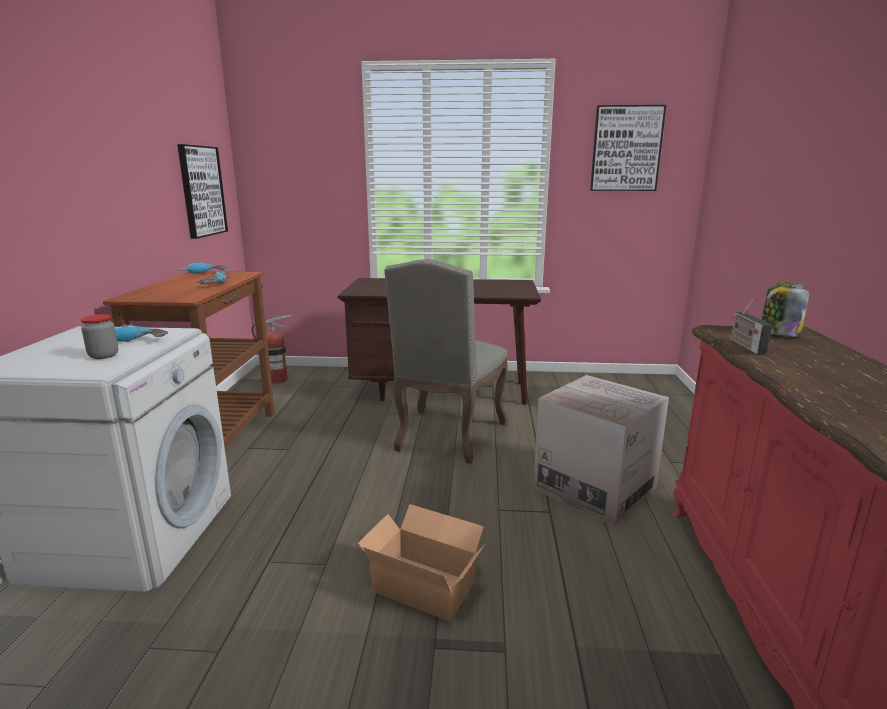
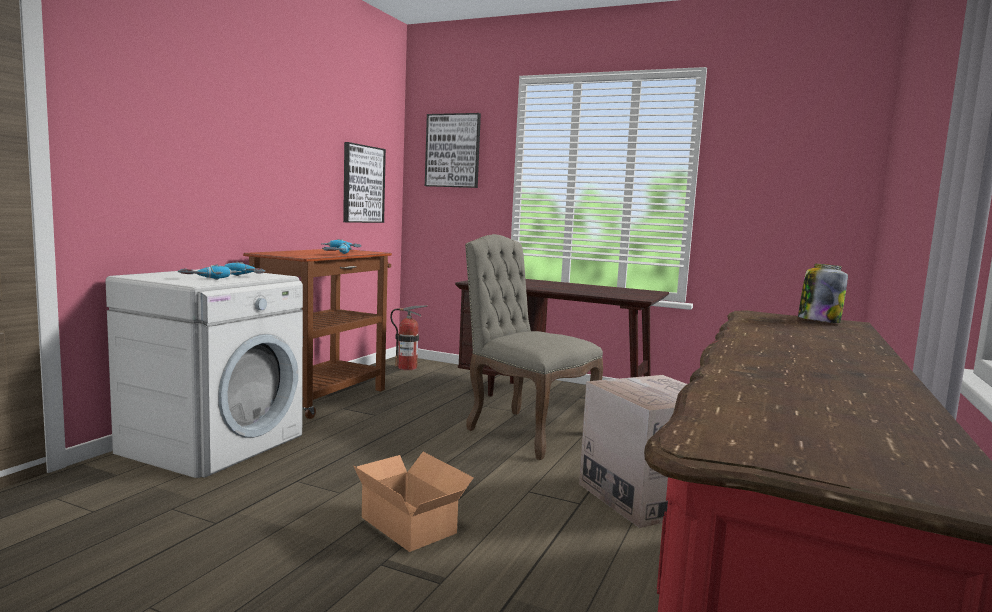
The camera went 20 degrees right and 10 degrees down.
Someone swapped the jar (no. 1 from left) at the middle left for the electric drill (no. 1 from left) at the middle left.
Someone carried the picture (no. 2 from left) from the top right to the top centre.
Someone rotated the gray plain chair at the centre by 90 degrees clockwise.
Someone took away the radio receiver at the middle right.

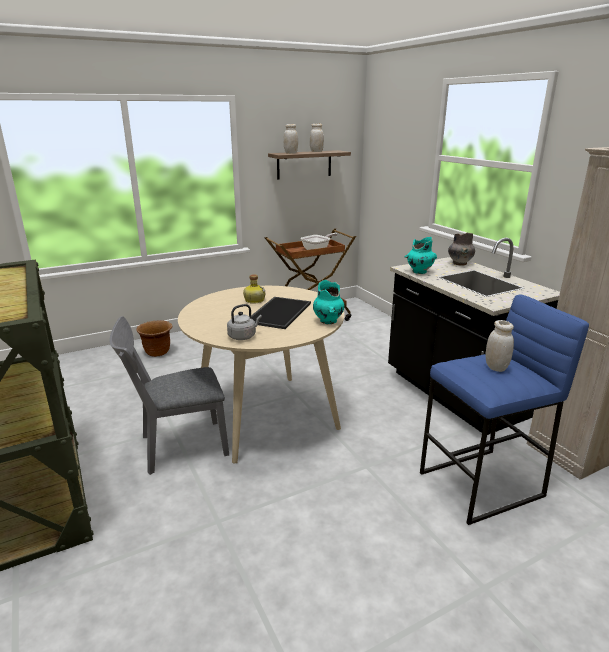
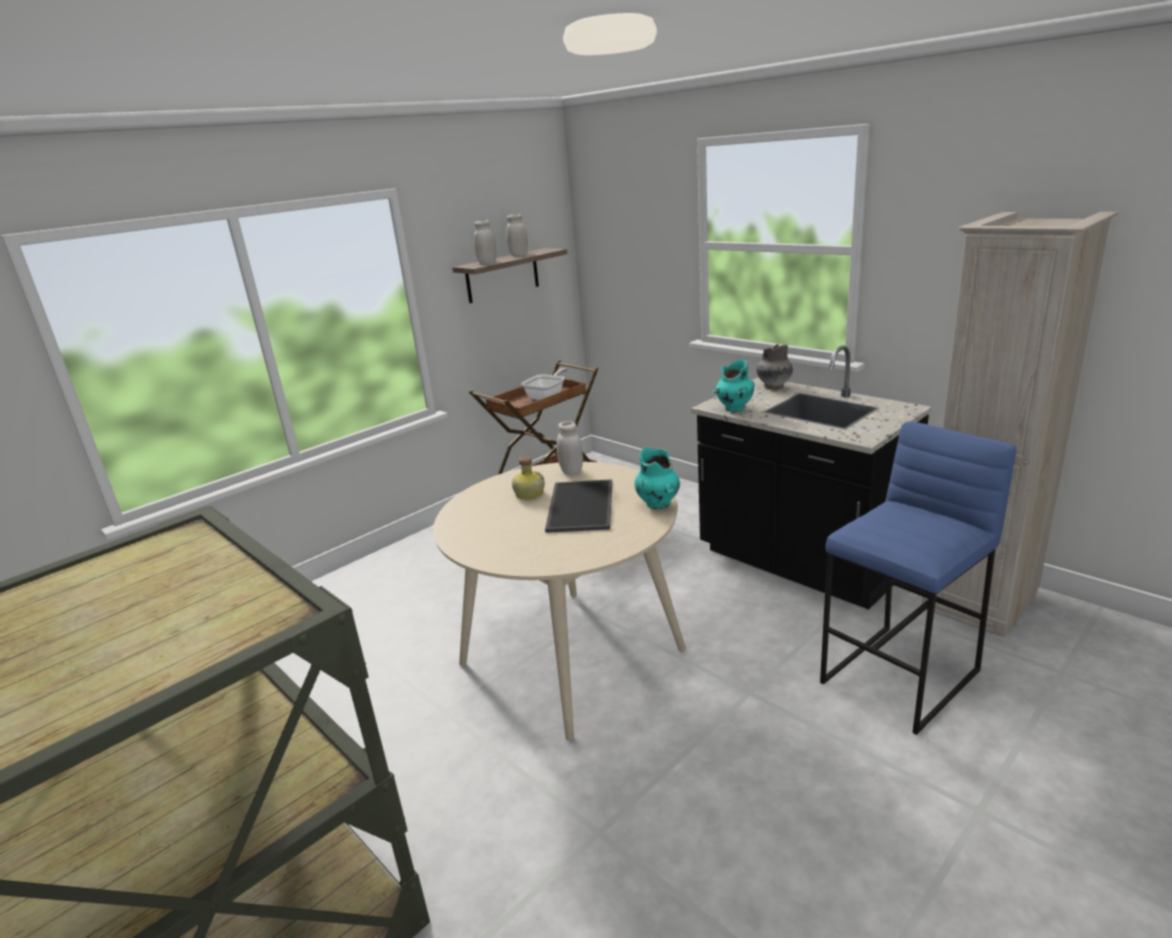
The camera went 15 degrees left and 0 degrees up.
Someone carried the whitish jar (no. 3 from left) from the middle right to the centre.
Someone took away the gray plain chair at the middle left.
Someone took away the brown plant pot at the middle left.
Someone took away the gray water kettle at the centre.

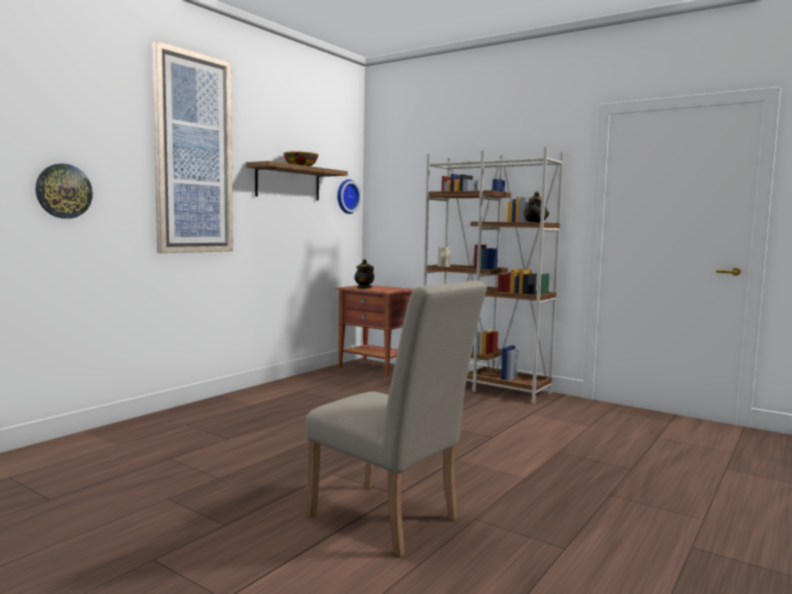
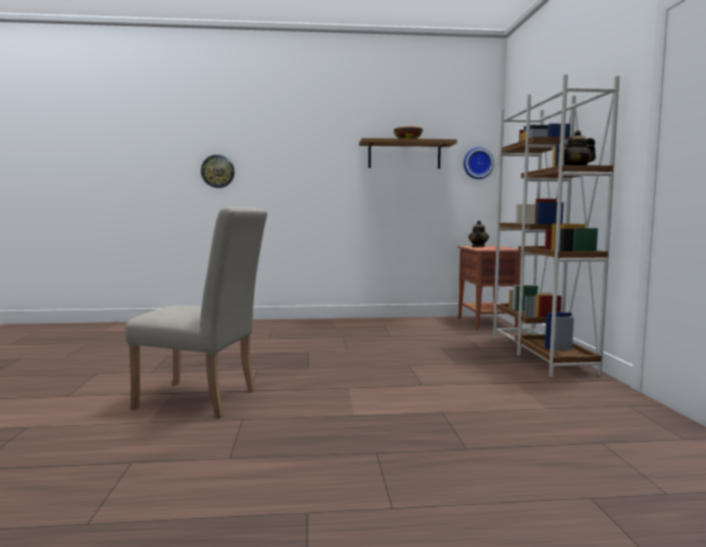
The camera went 50 degrees right and 0 degrees up.
Someone rotated the beige-coloured plain chair at the bottom centre by 75 degrees counterclockwise.
Someone took away the picture at the top left.

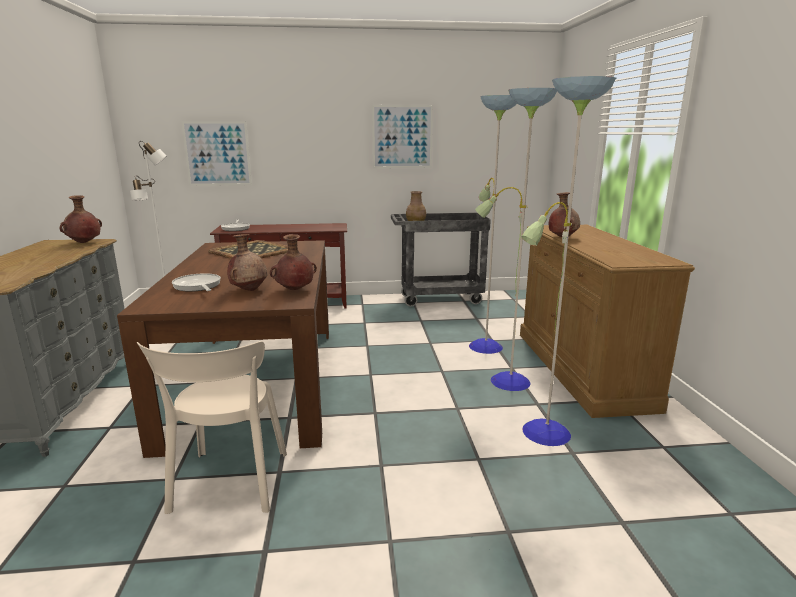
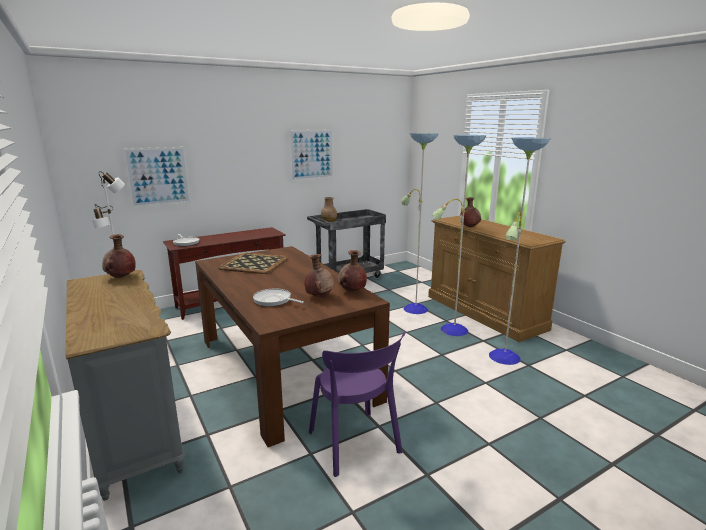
The camera went 25 degrees left and 0 degrees up.
Someone repainted the beige-coloured plain chair at the bottom left, which became the purplish plain chair at the bottom centre.

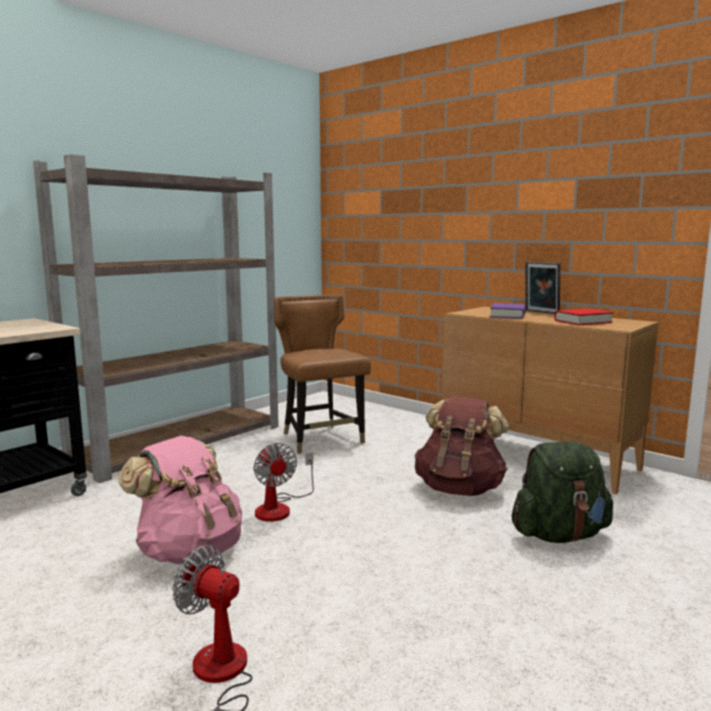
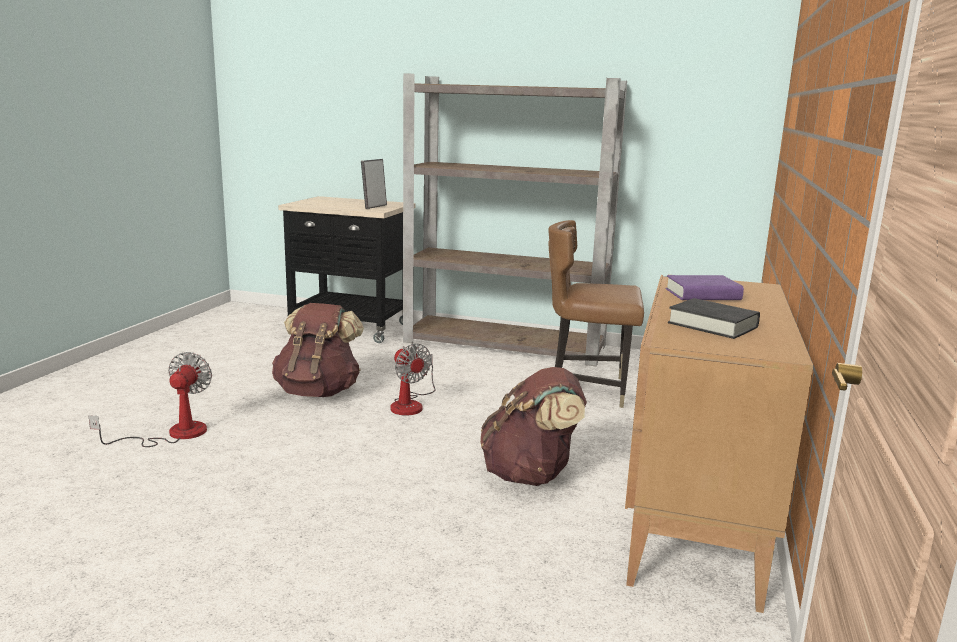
The camera went 65 degrees right and 5 degrees up.
Someone repainted the pink knapsack at the bottom left, which became the brown knapsack (no. 1 from left) at the middle left.
Someone carried the picture frame from the middle right to the top centre.
Someone rotated the electric fan (no. 2 from left) at the bottom centre by 75 degrees counterclockwise.
Someone rotated the brown plain chair at the centre by 120 degrees counterclockwise.
Someone repainted the red-coloured bound book at the middle right, which became the black bound book at the middle right.
Someone took away the greenish knapsack at the bottom right.

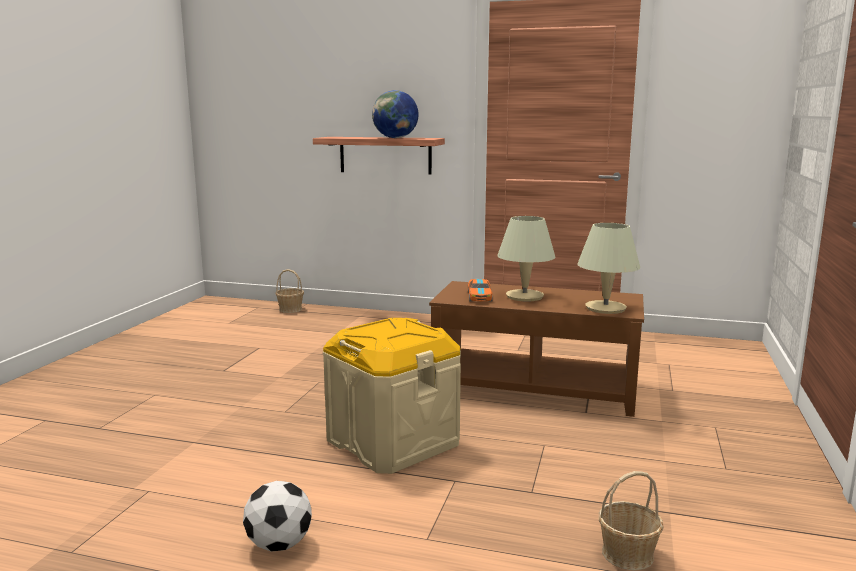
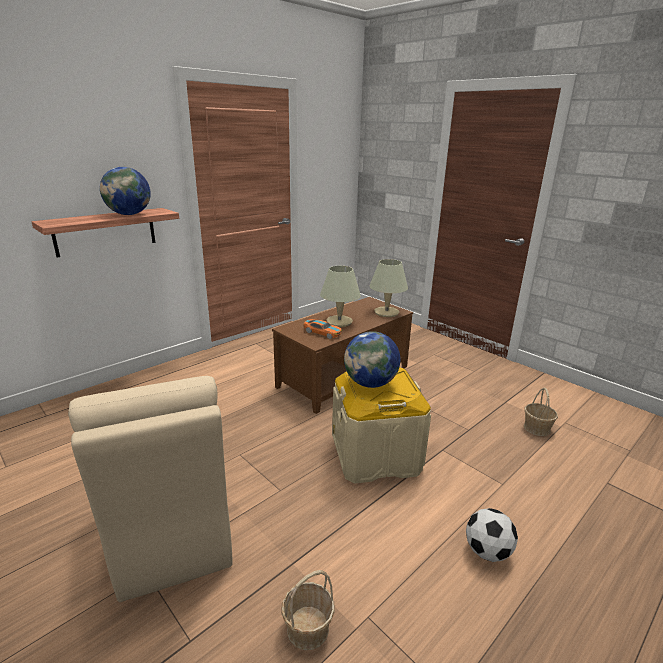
The camera went 60 degrees left and 10 degrees up.
Someone put down the beige-coloured plain chair at the bottom left.
Someone carried the storage basket (no. 1 from left) from the centre to the bottom centre.
Someone put down the world globe (no. 2 from left) at the centre.

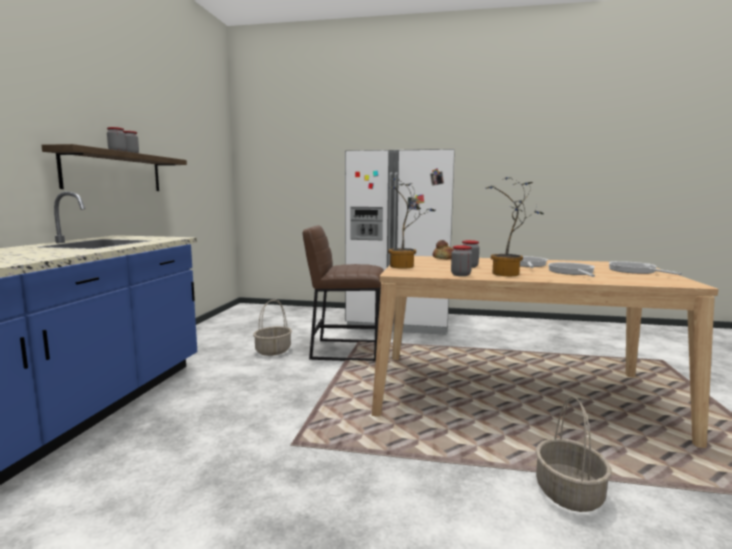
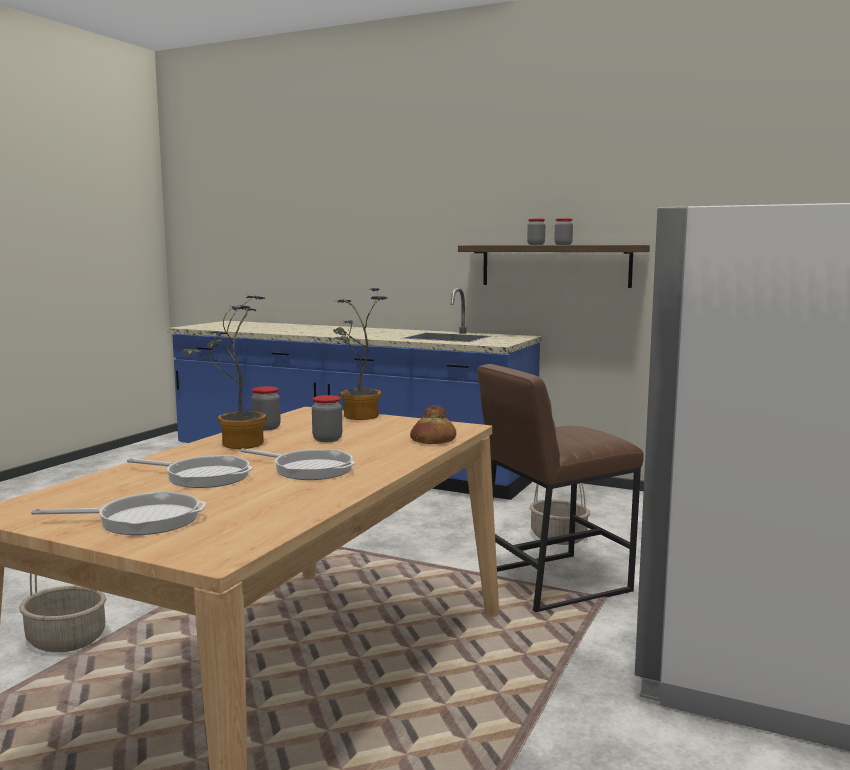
The camera went 105 degrees right and 0 degrees up.
Someone rotated the brown plain chair at the centre by 135 degrees counterclockwise.

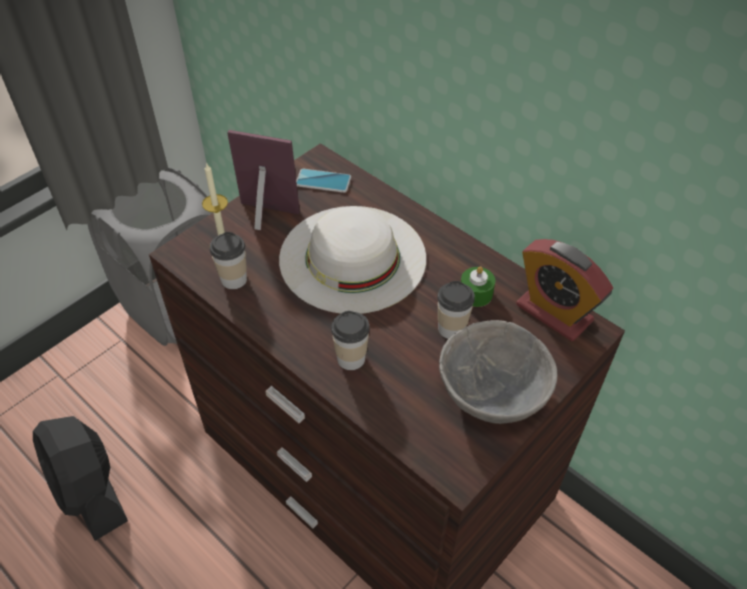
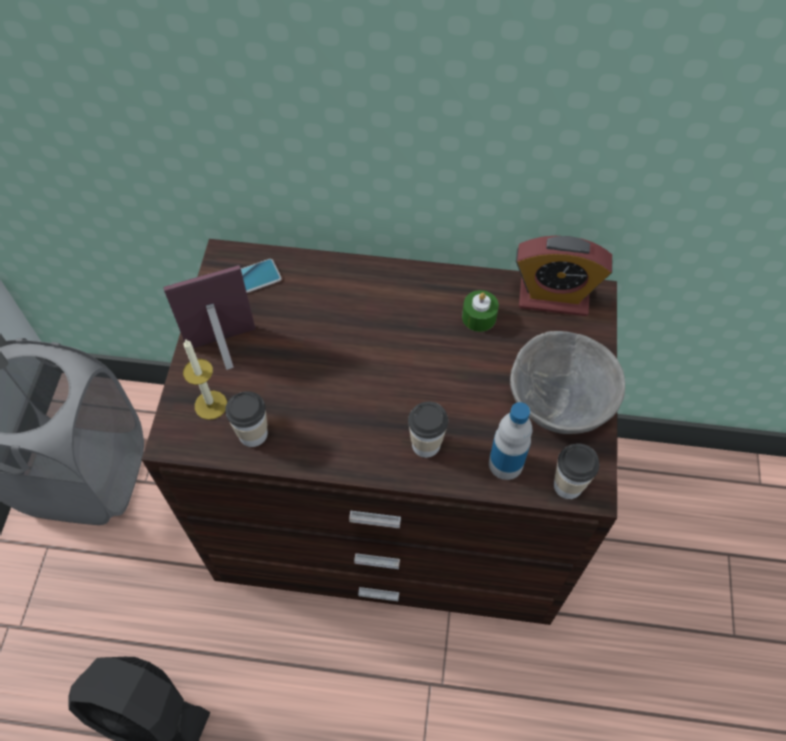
The camera went 35 degrees left and 10 degrees up.
Someone put down the beverage bottle at the centre.
Someone carried the drinking cup (no. 3 from left) from the centre to the middle right.
Someone took away the whitish hat at the centre.

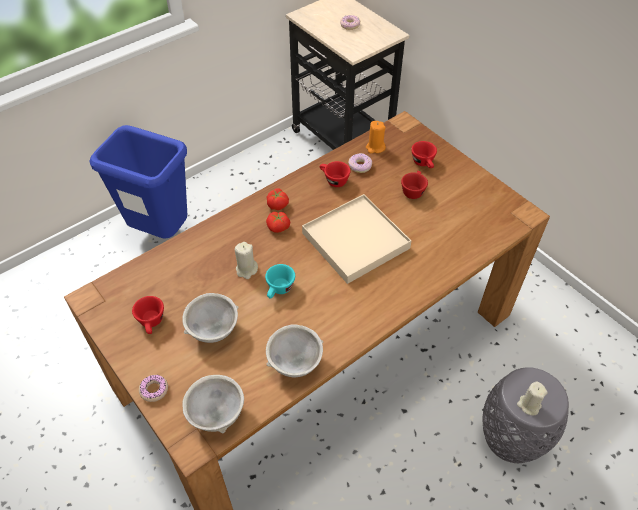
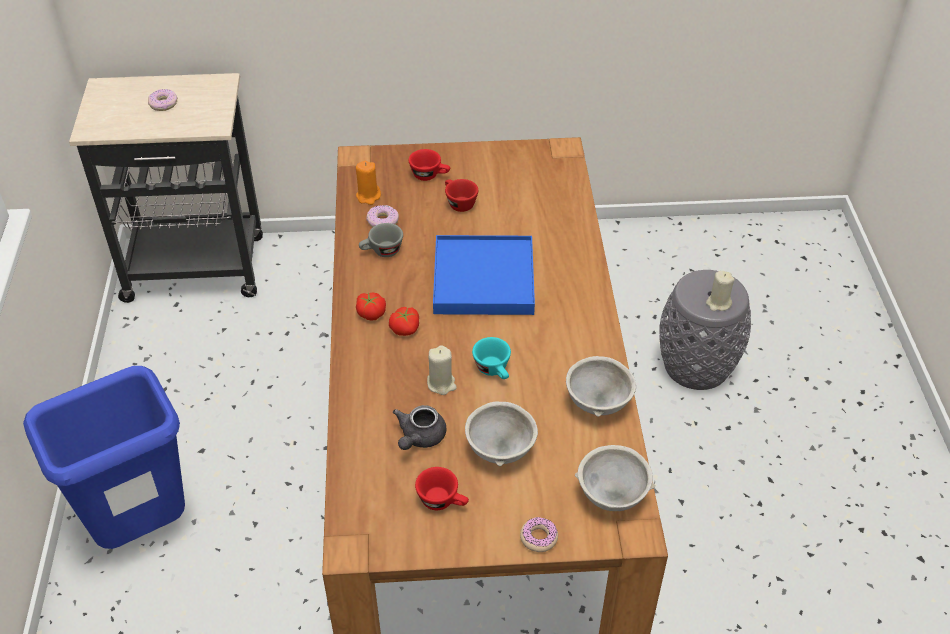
The camera went 55 degrees left and 5 degrees down.
Someone repainted the red-coloured drinking cup (no. 2 from left) at the centre, which became the gray drinking cup at the centre.
Someone put down the gray pot for tea at the bottom centre.
Someone repainted the beige-coloured tray at the centre, which became the blue tray at the centre.

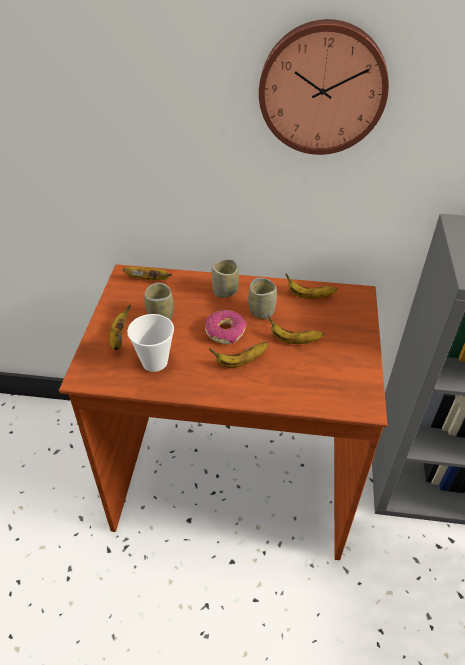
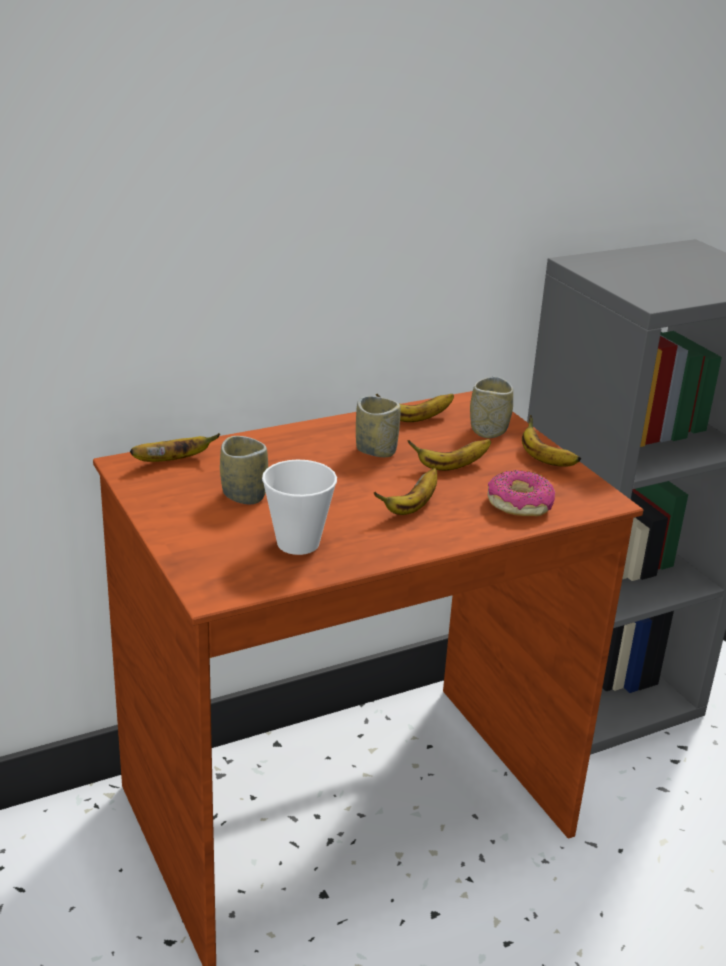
The camera went 35 degrees left and 15 degrees down.
Someone carried the drinking cup (no. 3 from left in the first image) from the centre to the middle right.
Someone carried the doughnut from the centre to the middle right.
Someone carried the banana (no. 1 from left in the first image) from the middle left to the middle right.
Someone took away the clock on the wall at the top right.

